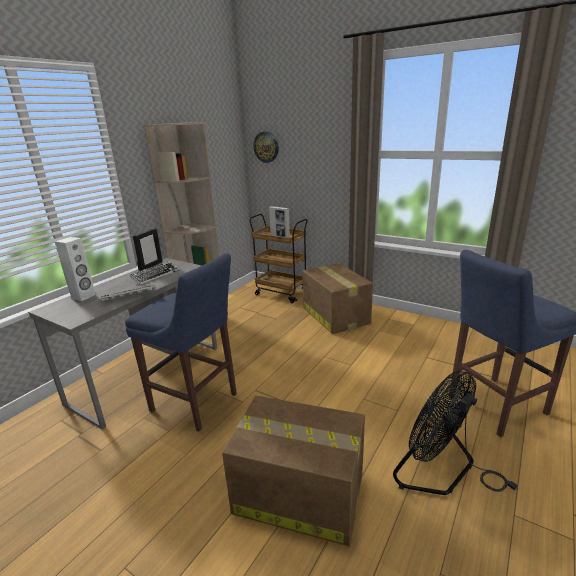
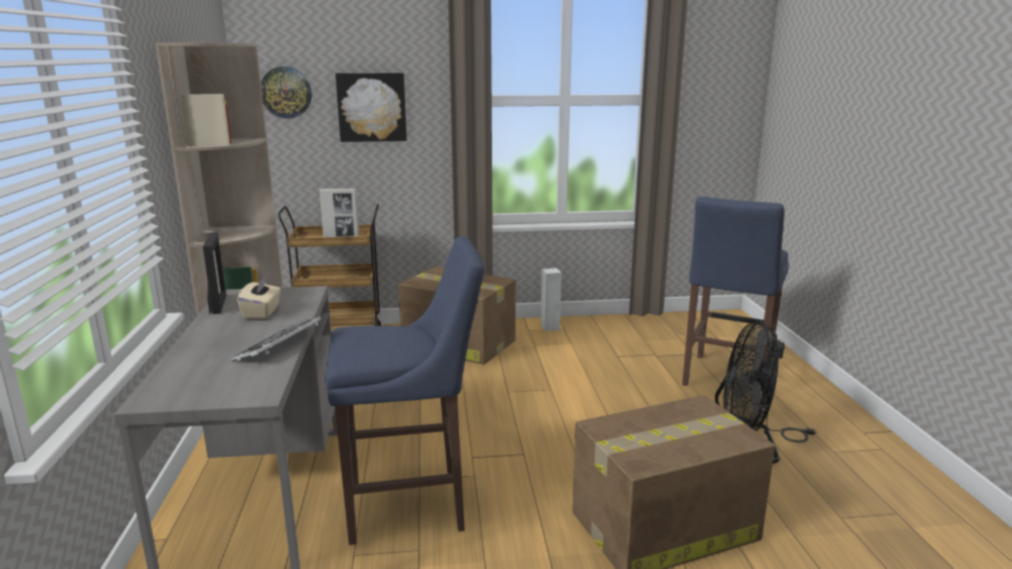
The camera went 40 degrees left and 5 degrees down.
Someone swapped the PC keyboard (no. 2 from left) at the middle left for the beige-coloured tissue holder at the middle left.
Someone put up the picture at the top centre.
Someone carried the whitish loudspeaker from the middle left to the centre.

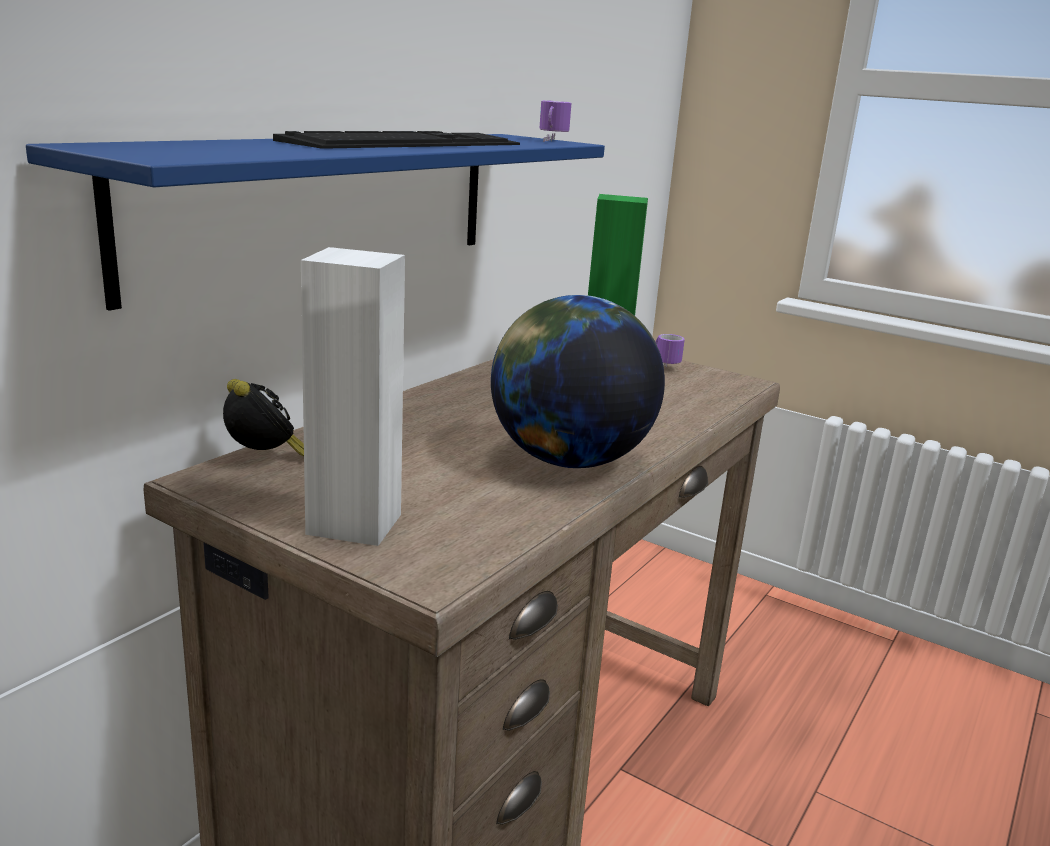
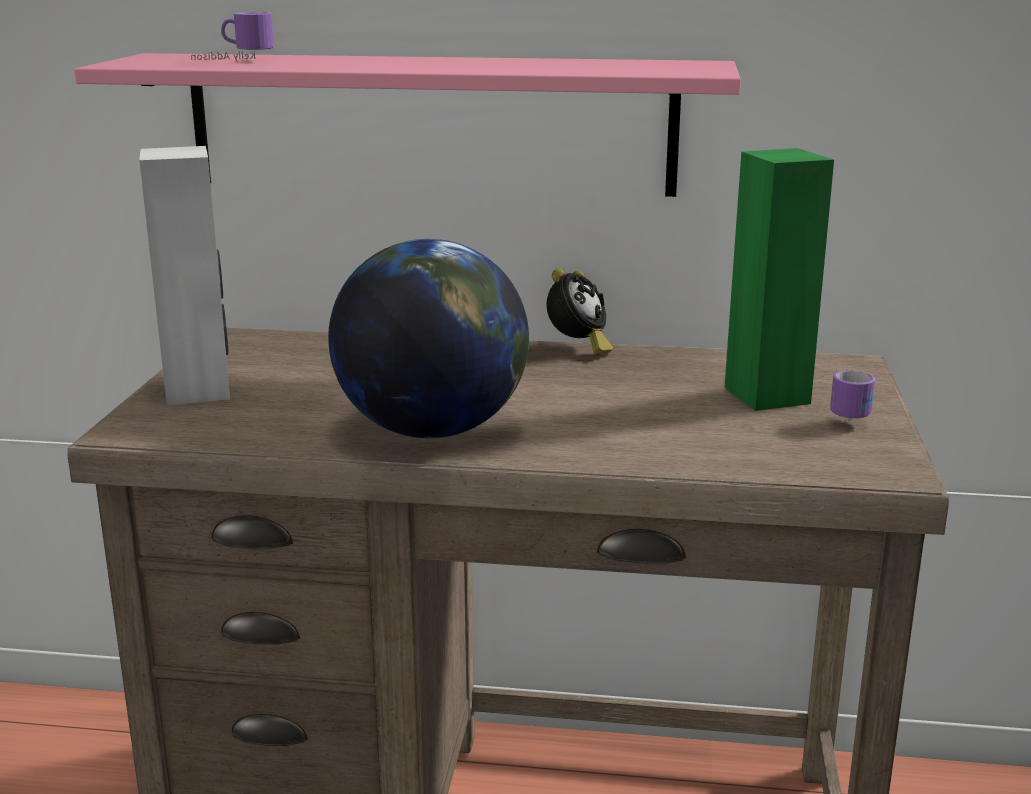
The camera went 65 degrees right and 0 degrees up.
Someone repainted the blue bracket shelf at the top left, which became the pink bracket shelf at the top centre.
Someone carried the mug (no. 1 from left) from the top centre to the top left.
Someone carried the bedside clock from the middle left to the centre.
Someone took away the PC keyboard at the top centre.

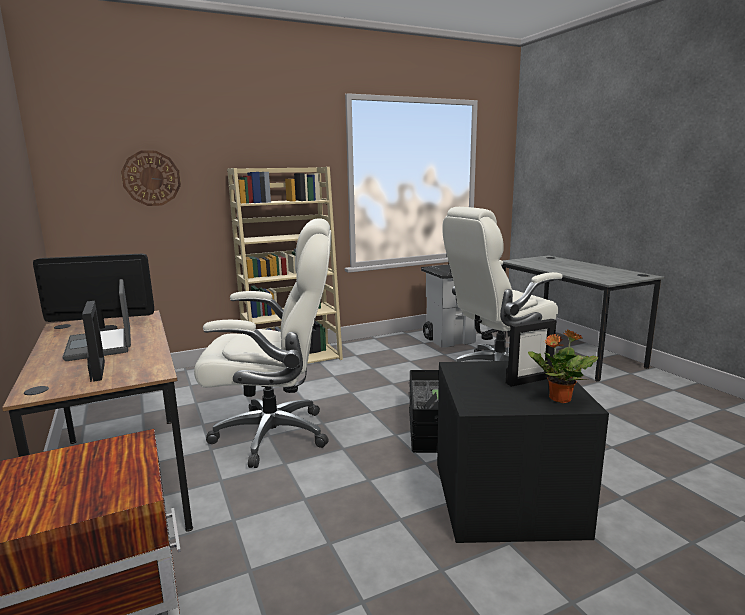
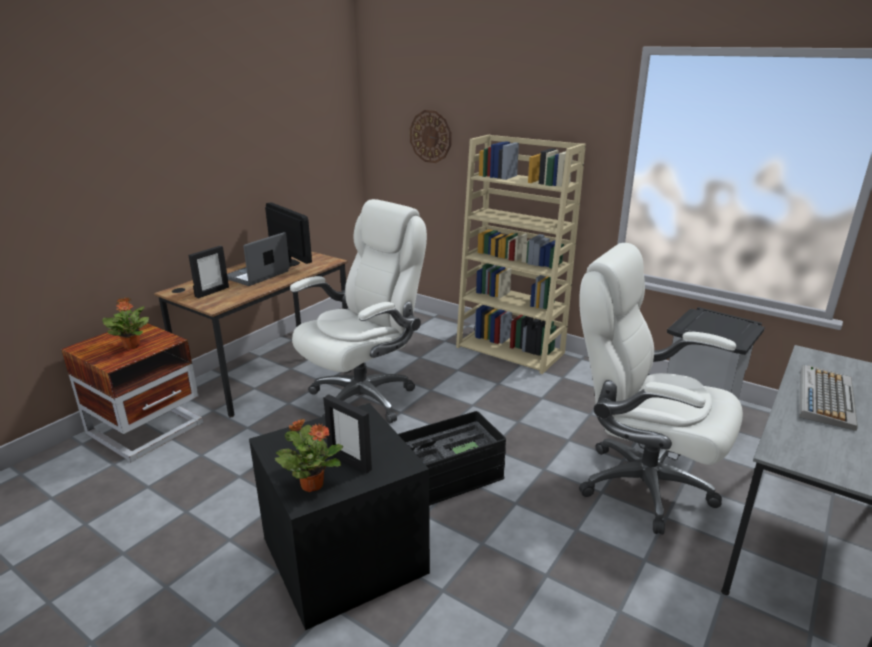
The camera went 60 degrees right and 10 degrees up.
Someone put down the houseplant (no. 1 from left) at the middle left.
Someone rotated the whitish office chair (no. 1 from left) at the centre by 105 degrees counterclockwise.
Someone put down the PC keyboard at the middle right.

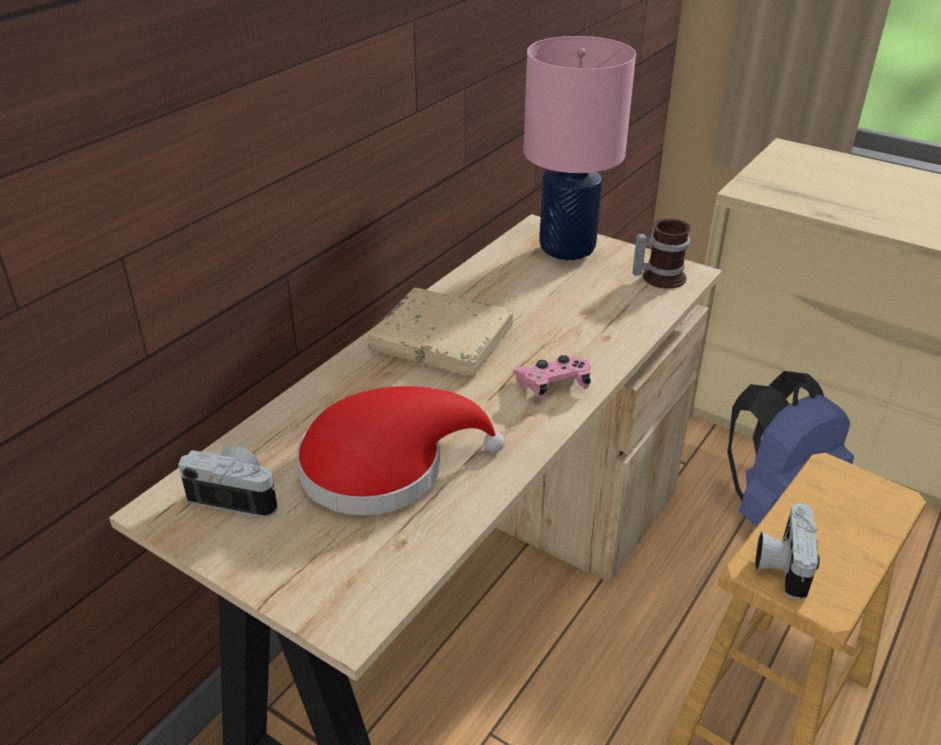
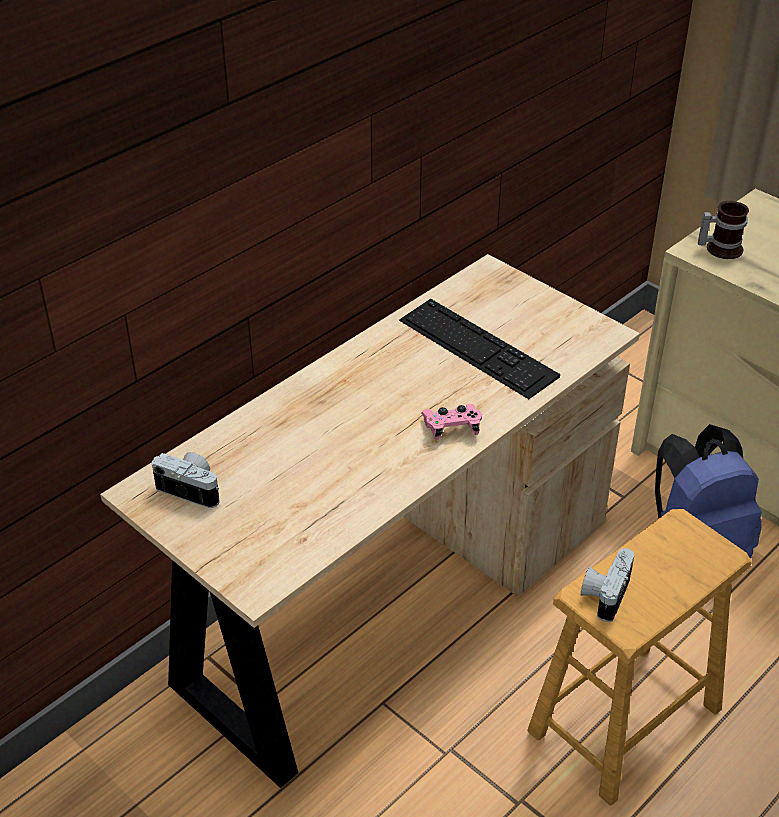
The camera went 10 degrees right and 5 degrees up.
Someone put down the PC keyboard at the centre.
Someone carried the mug from the middle right to the top right.
Someone took away the red-coloured hat at the centre.
Someone took away the beige-coloured bound book at the centre.
Someone took away the pink tabletop lamp at the top centre.

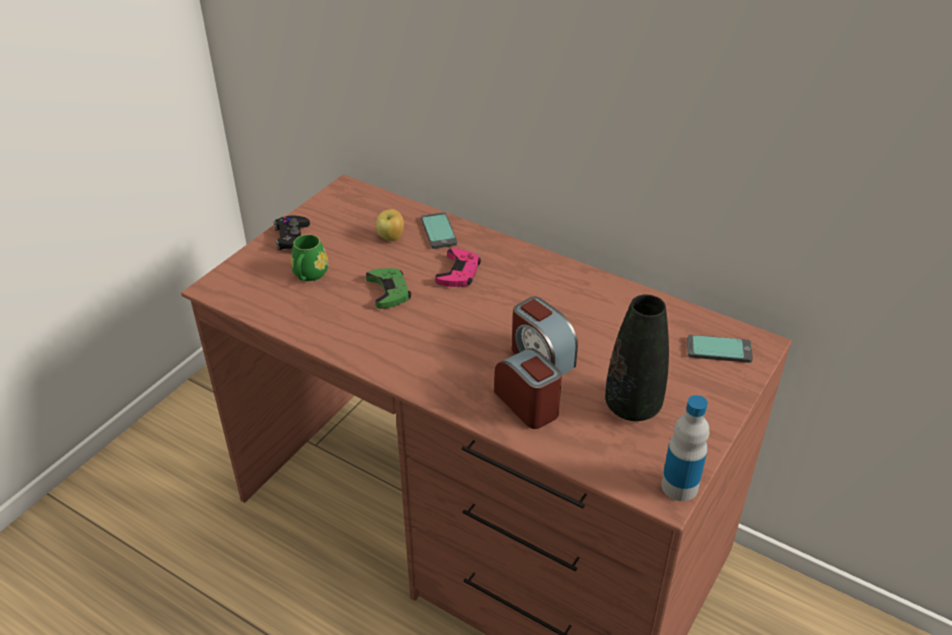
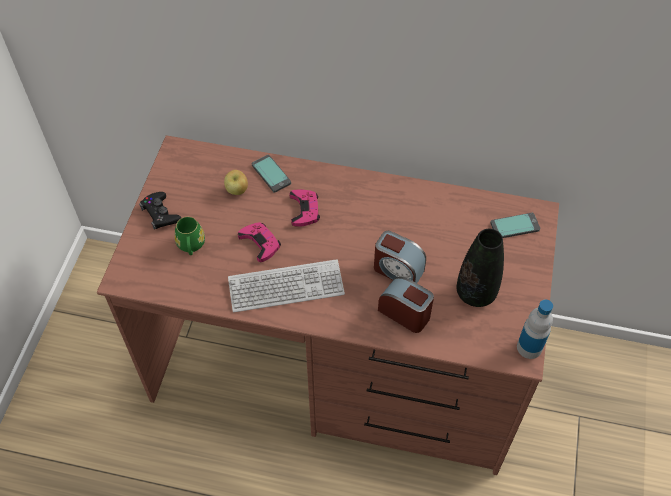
The camera went 20 degrees left and 15 degrees up.
Someone put down the PC keyboard at the centre.
Someone repainted the greenish joypad at the centre, which became the pink joypad (no. 1 from left) at the centre.

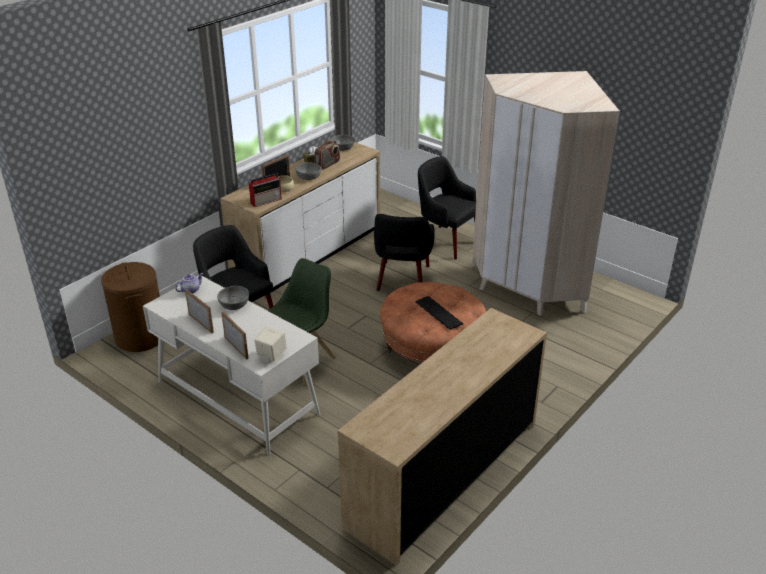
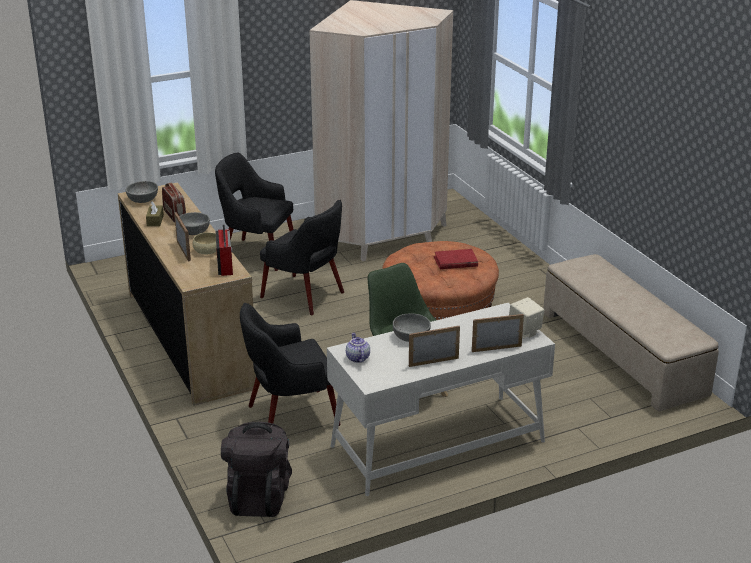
The camera went 65 degrees left and 5 degrees down.
Someone rotated the black armchair (no. 3 from left in the first image) at the centre by 45 degrees clockwise.
Someone swapped the brown laundry basket at the middle left for the black knapsack at the bottom centre.
Someone swapped the PC keyboard at the centre for the red-coloured bound book at the centre.
Someone swapped the chest of drawers (no. 2 from left) at the bottom centre for the beige-coloured long seat at the middle right.

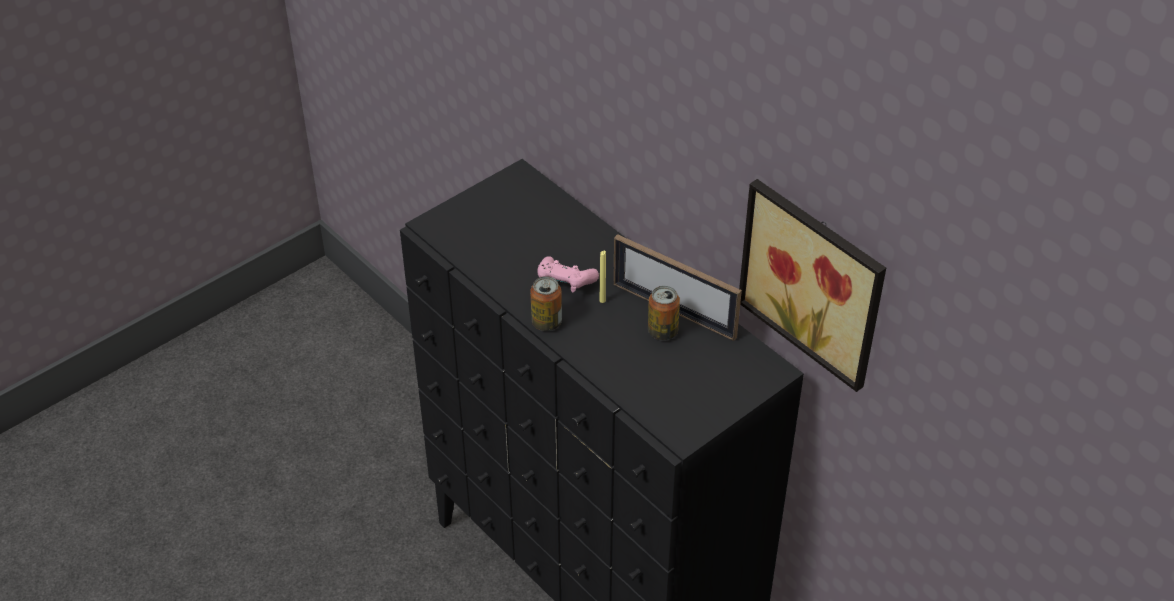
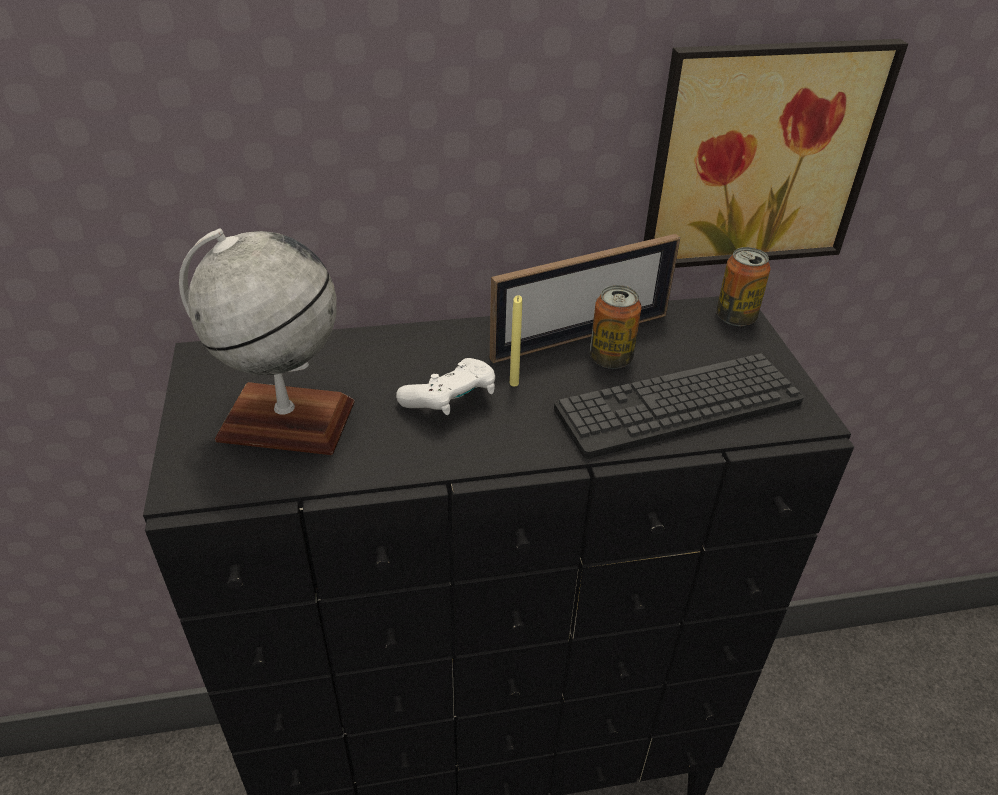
The camera went 60 degrees left and 5 degrees down.
Someone put down the world globe at the middle left.
Someone repainted the pink joypad at the centre, which became the whitish joypad at the centre.
Someone put down the PC keyboard at the middle right.
Someone carried the can (no. 1 from left in the first image) from the centre to the middle right.

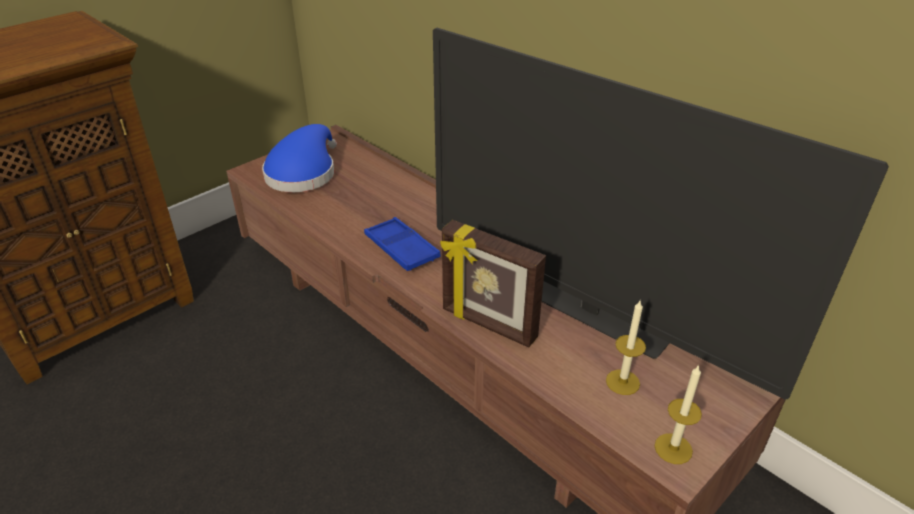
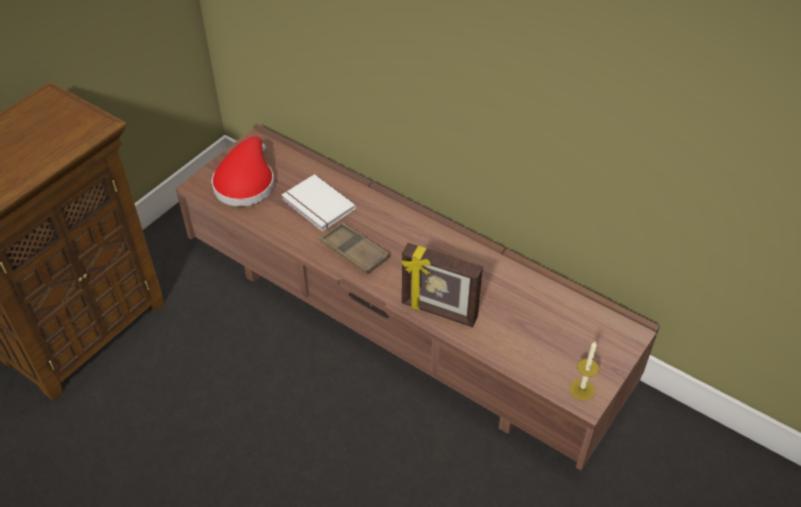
The camera went 10 degrees left and 10 degrees up.
Someone repainted the blue hat at the top left, which became the red-coloured hat at the middle left.
Someone put down the whitish bound book at the centre.
Someone repainted the blue tray at the centre, which became the brown tray at the centre.
Someone took away the TV at the middle right.
Someone took away the wax light (no. 1 from left) at the bottom right.

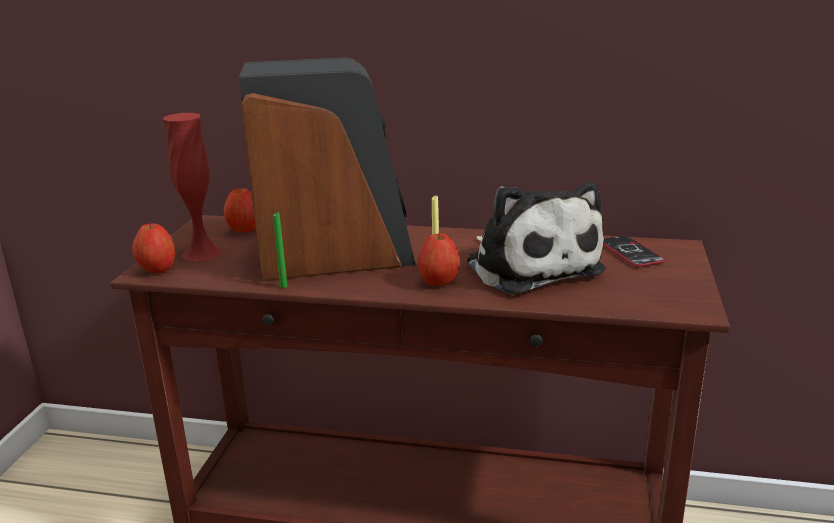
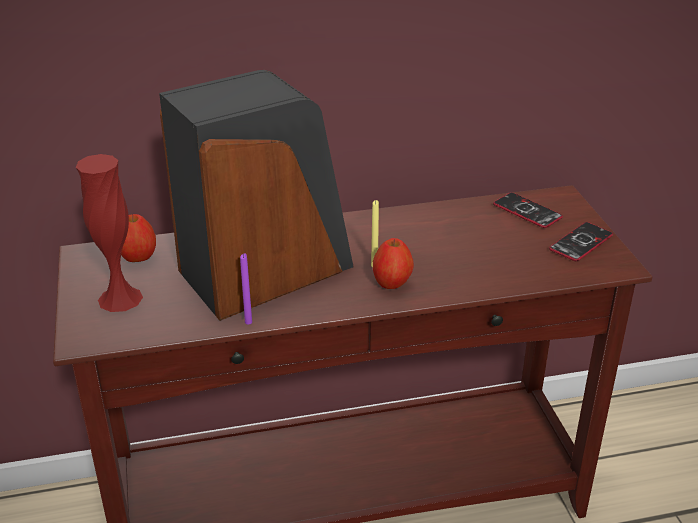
The camera went 25 degrees left and 10 degrees up.
Someone repainted the greenish wax light at the centre, which became the purplish wax light at the centre.
Someone put down the telephone (no. 2 from left) at the middle right.
Someone took away the whole apple (no. 1 from left) at the middle left.
Someone took away the plush toy at the centre.

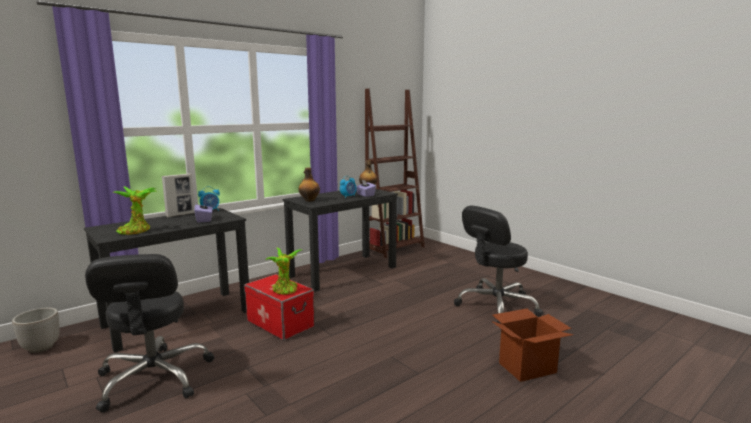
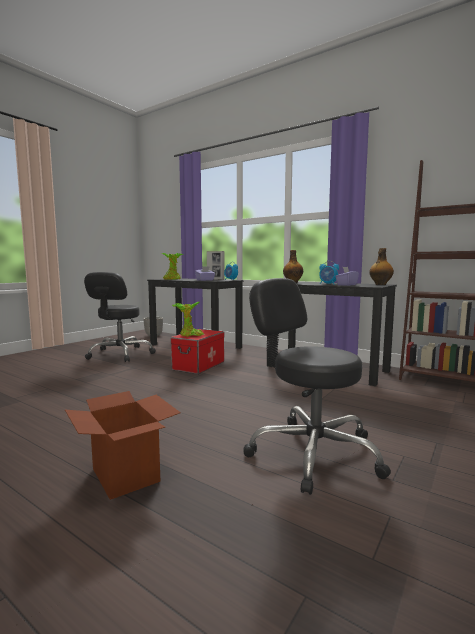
The camera went 75 degrees right and 5 degrees down.
Someone rotated the black office chair (no. 1 from left) at the bottom left by 45 degrees counterclockwise.

